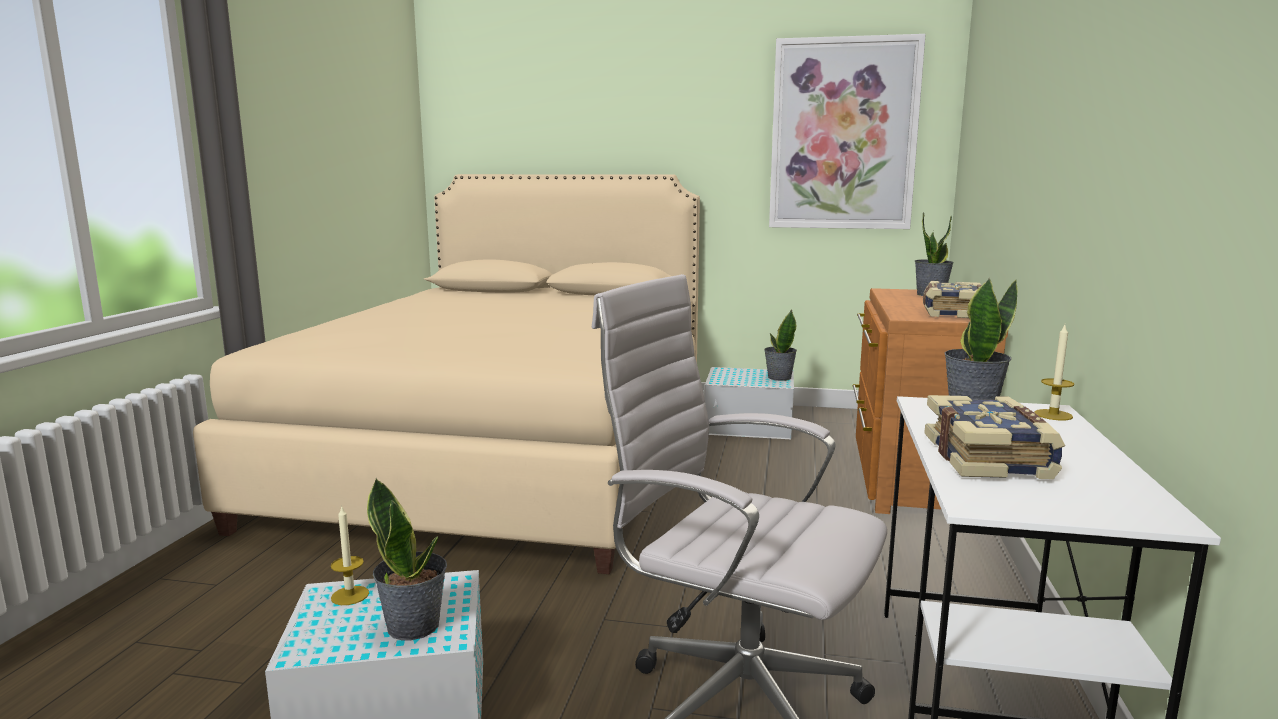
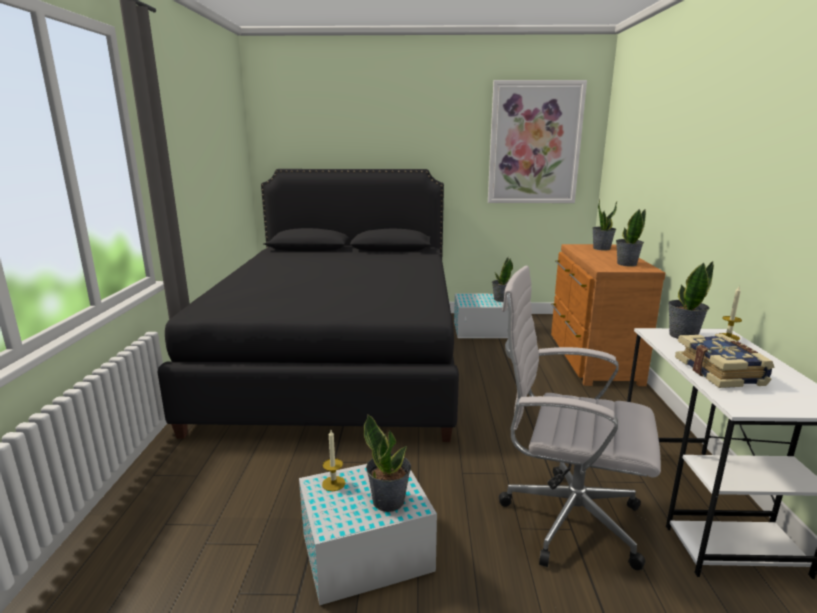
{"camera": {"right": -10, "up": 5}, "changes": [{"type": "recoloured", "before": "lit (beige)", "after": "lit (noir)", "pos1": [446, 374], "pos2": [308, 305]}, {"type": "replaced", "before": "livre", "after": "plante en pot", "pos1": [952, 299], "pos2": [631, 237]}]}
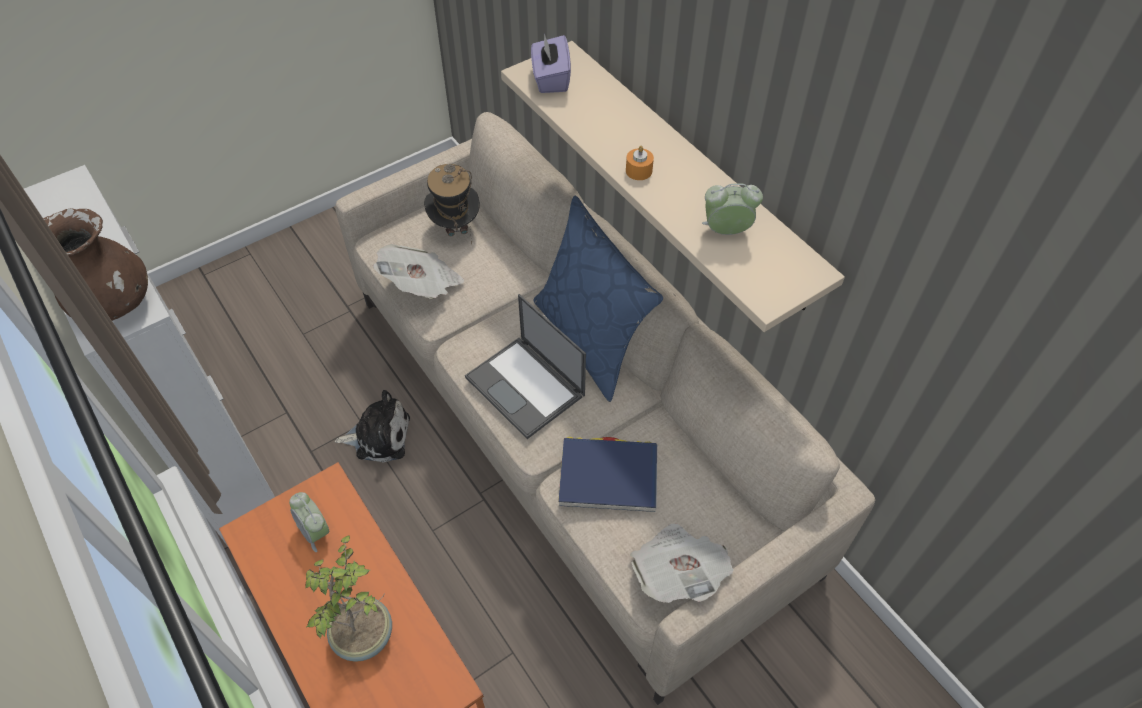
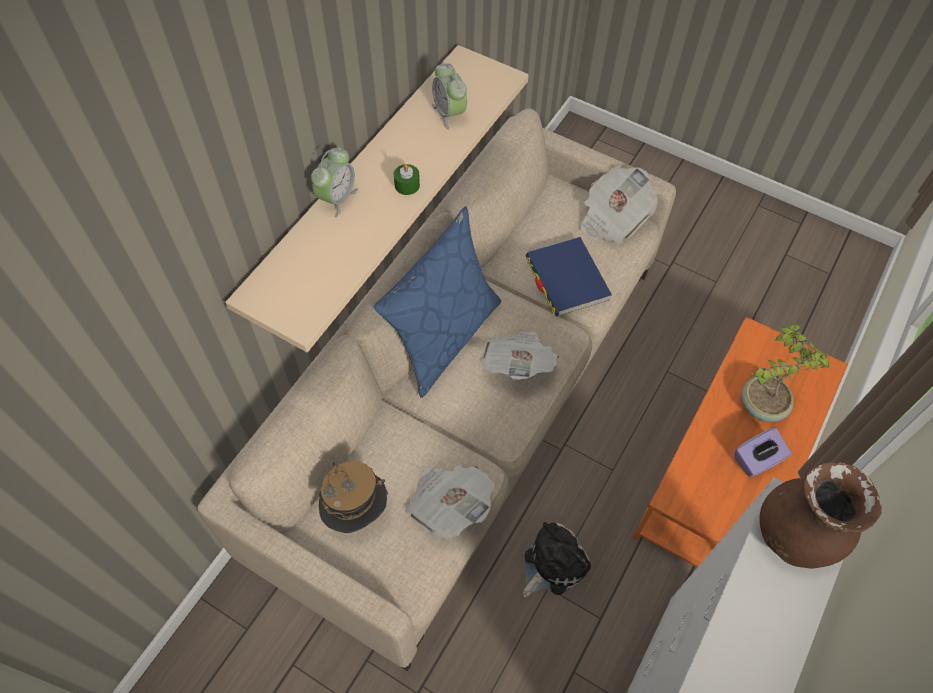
{"camera": {"right": -115, "up": 5}, "changes": [{"type": "moved", "before": "boîte à mouchoirs (violet)", "pos1": [551, 63], "pos2": [762, 452]}, {"type": "recoloured", "before": "bougie (orange)", "after": "bougie (vert)", "pos1": [640, 163], "pos2": [407, 179]}, {"type": "replaced", "before": "ordinateur portable", "after": "journal", "pos1": [525, 366], "pos2": [520, 355]}, {"type": "turned", "before": "peluche", "pos1": [372, 426], "pos2": [557, 559], "turn": 75}, {"type": "moved", "before": "réveil", "pos1": [309, 522], "pos2": [334, 182]}]}
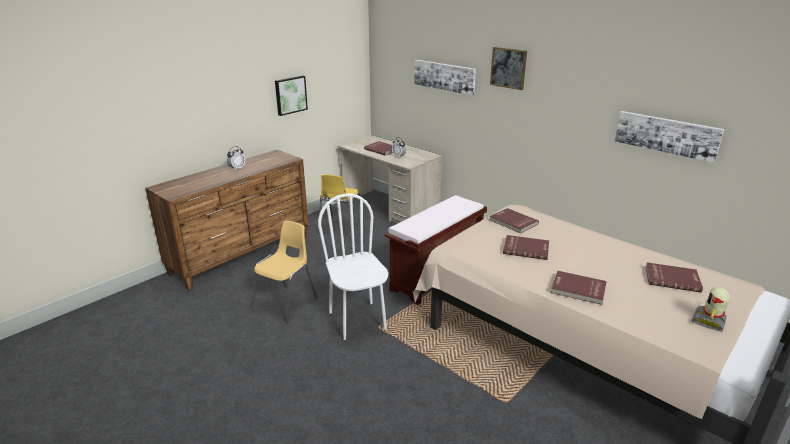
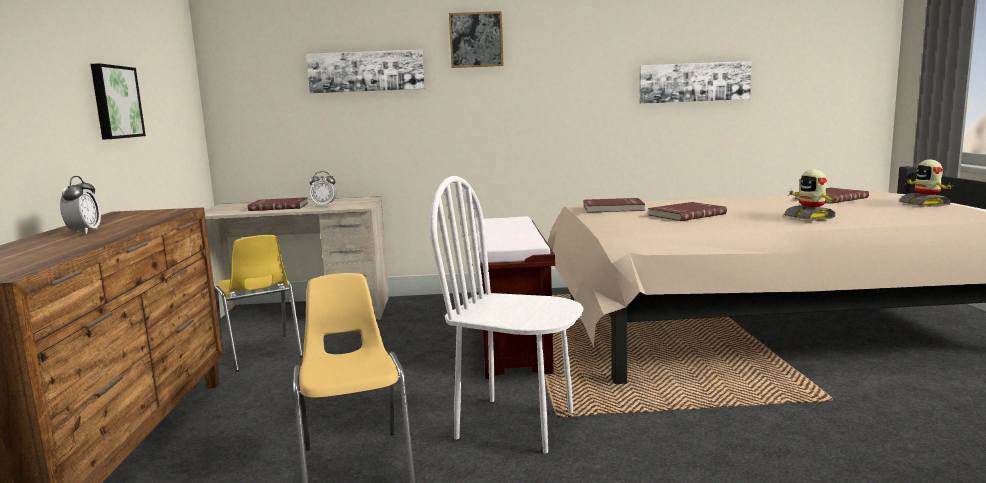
{"camera": {"right": -45, "up": -15}, "changes": [{"type": "replaced", "before": "livre (rouge)", "after": "robot jouet", "pos1": [579, 288], "pos2": [812, 195]}]}
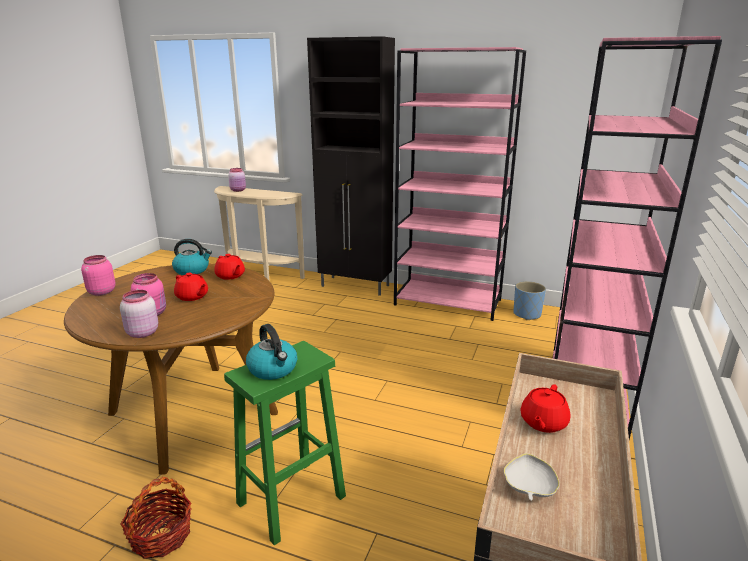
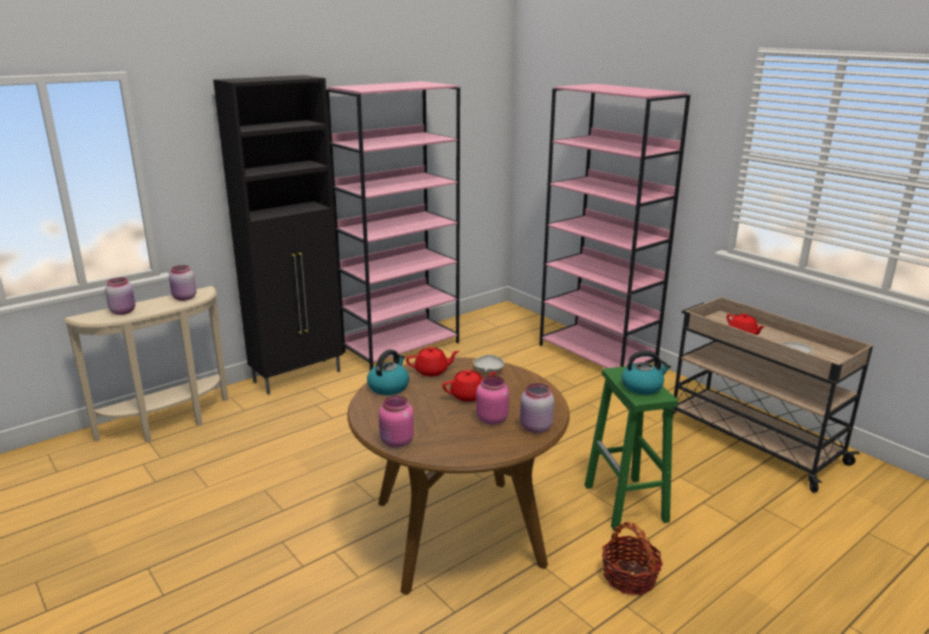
{"camera": {"right": -60, "up": 0}, "changes": [{"type": "removed", "before": "cache-pot (bleu)", "pos1": [530, 300]}, {"type": "added", "after": "bocal (rose)", "pos2": [183, 283]}, {"type": "added", "after": "bol (blanc)", "pos2": [488, 363]}]}
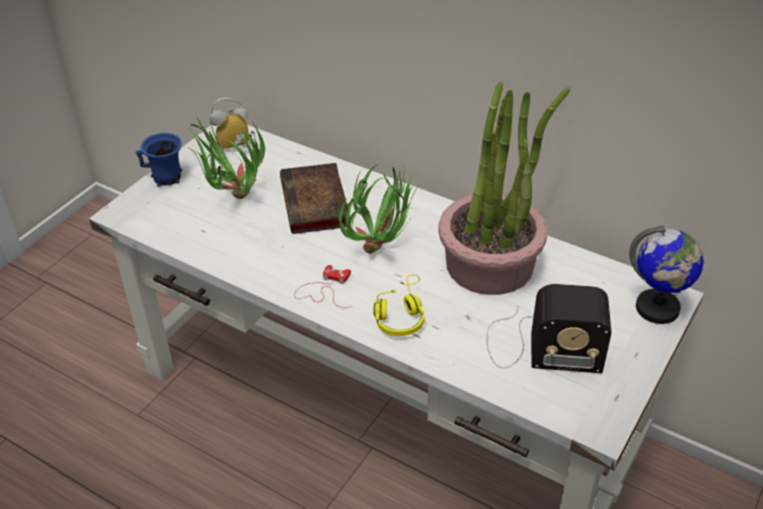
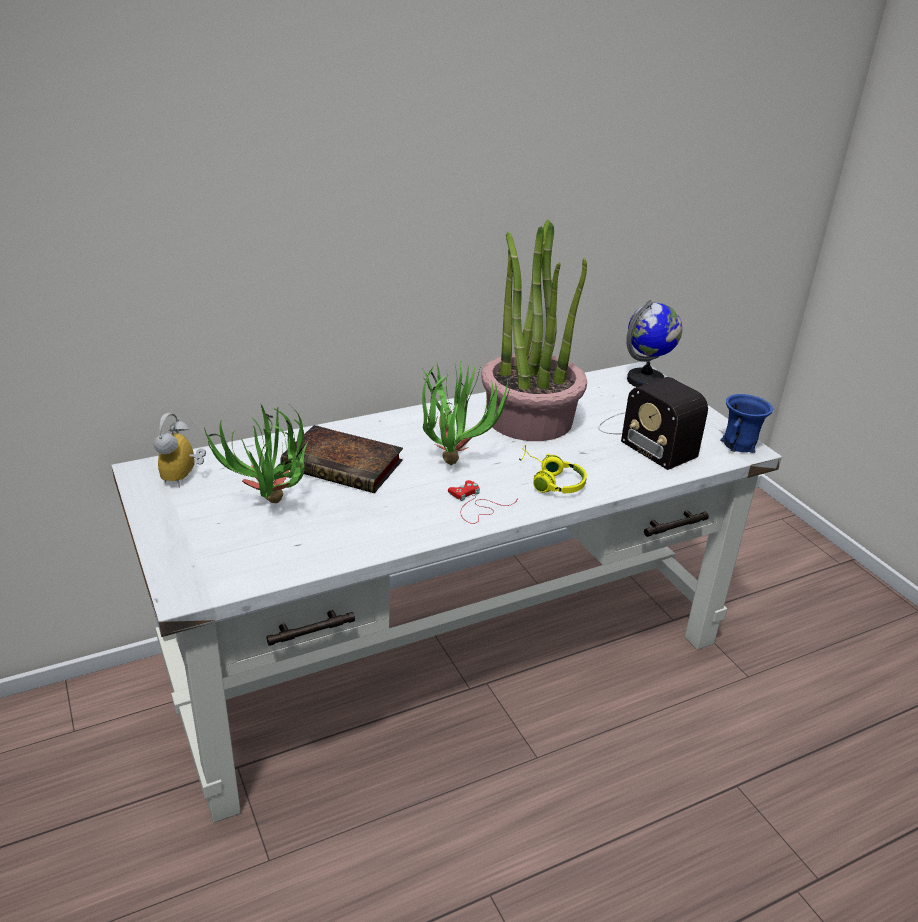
{"camera": {"right": -60, "up": -10}, "changes": [{"type": "moved", "before": "mug (bleu)", "pos1": [159, 160], "pos2": [746, 423]}, {"type": "turned", "before": "radio", "pos1": [548, 328], "pos2": [653, 423], "turn": 105}]}
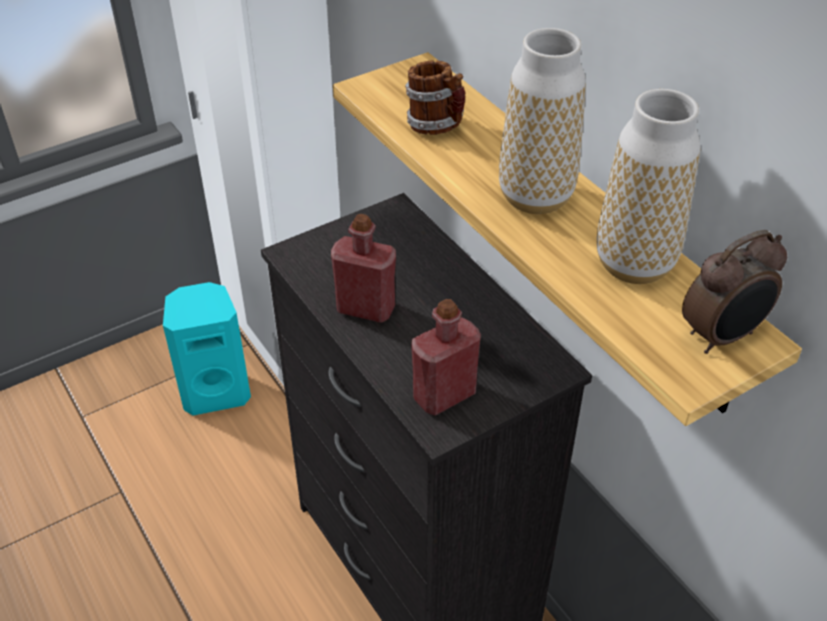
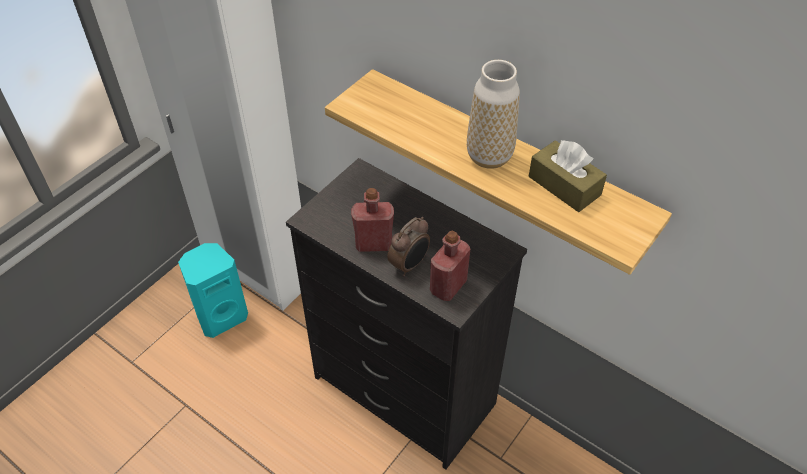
{"camera": {"right": -20, "up": 5}, "changes": [{"type": "removed", "before": "mug", "pos1": [435, 97]}, {"type": "replaced", "before": "vase", "after": "boîte à mouchoirs (marron)", "pos1": [649, 186], "pos2": [568, 176]}, {"type": "moved", "before": "réveil", "pos1": [734, 292], "pos2": [408, 246]}]}
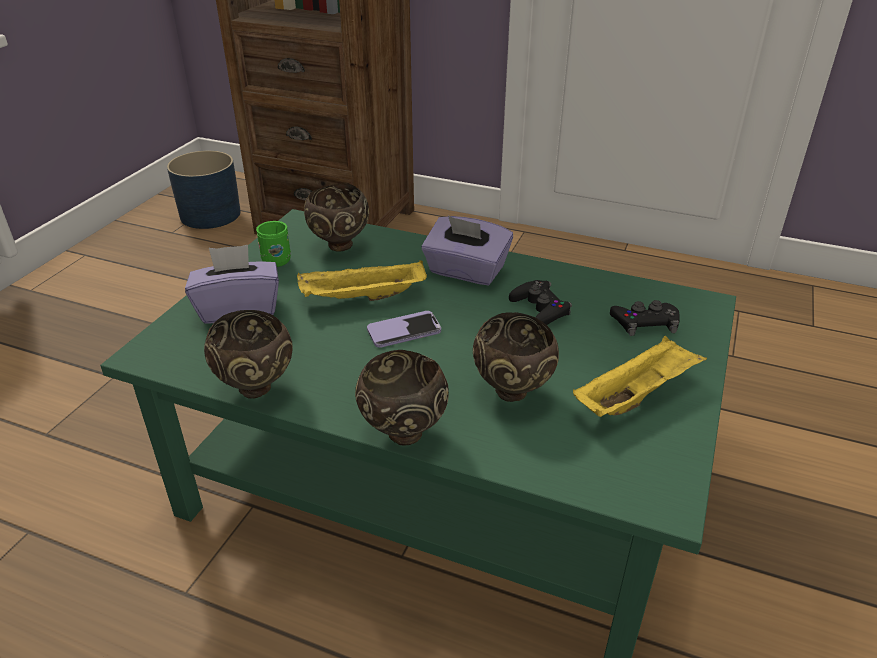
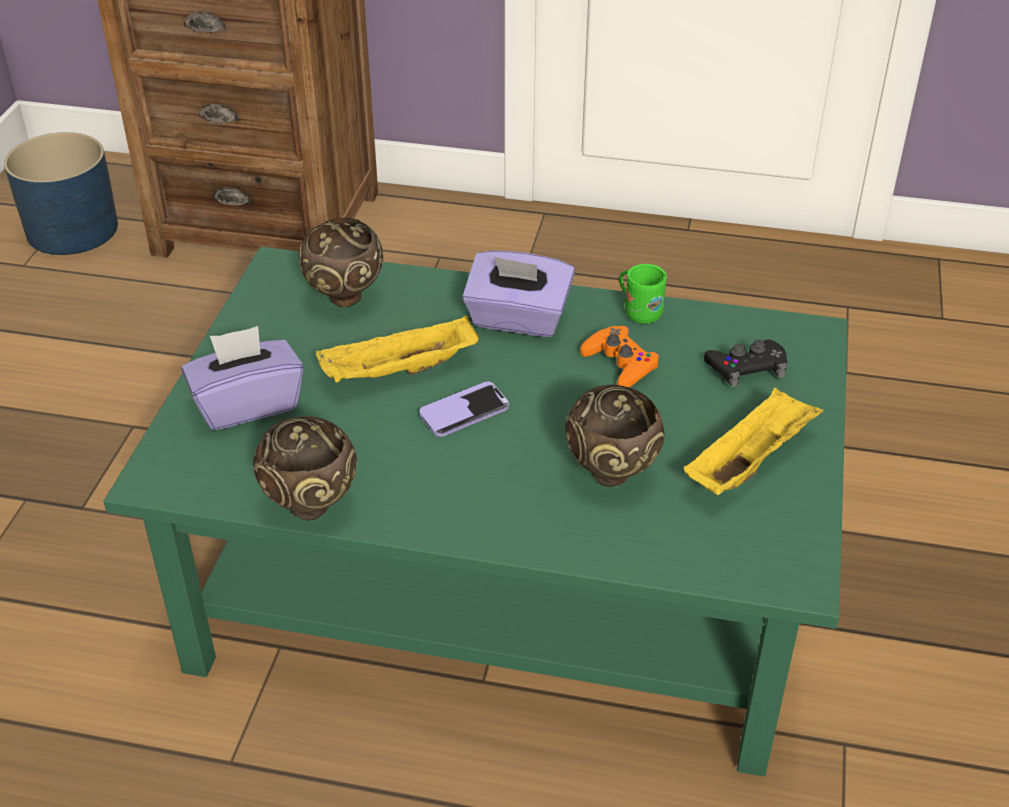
{"camera": {"right": -10, "up": 5}, "changes": [{"type": "moved", "before": "mug (vert)", "pos1": [273, 244], "pos2": [643, 294]}, {"type": "recoloured", "before": "manette (noir)", "after": "manette (orange)", "pos1": [540, 302], "pos2": [620, 356]}, {"type": "removed", "before": "bol (marron)", "pos1": [402, 398]}]}
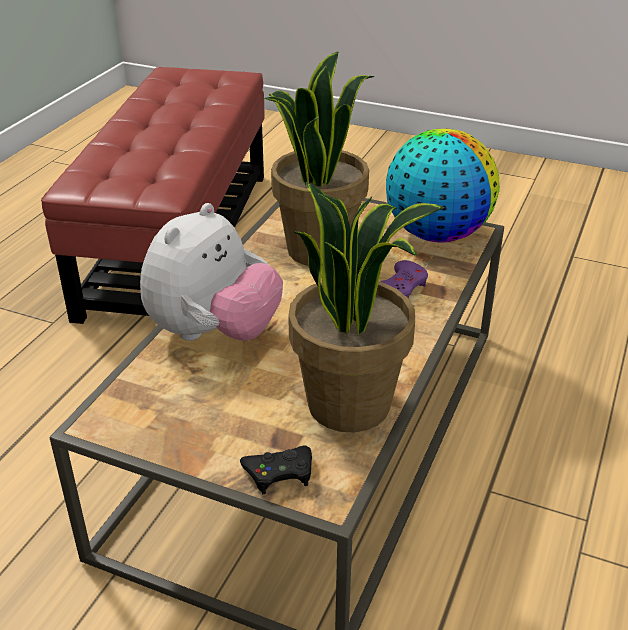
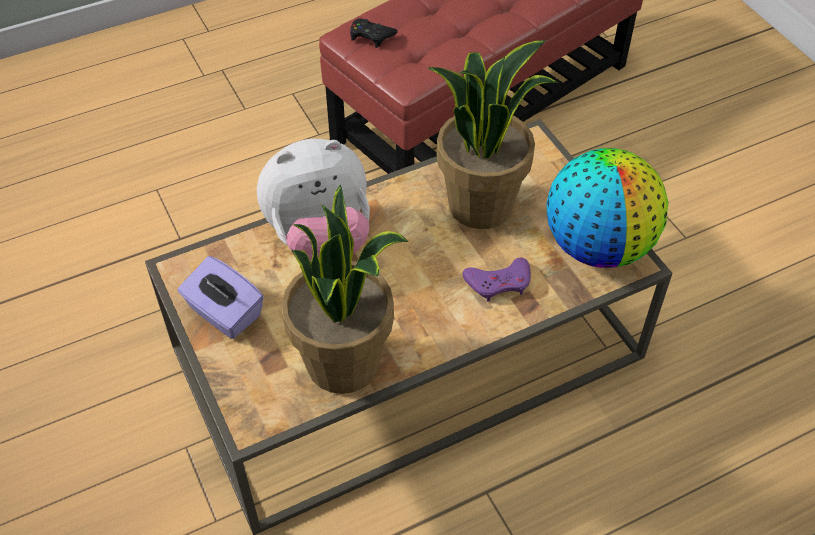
{"camera": {"right": 40, "up": 15}, "changes": [{"type": "moved", "before": "manette (noir)", "pos1": [276, 469], "pos2": [374, 33]}, {"type": "added", "after": "boîte à mouchoirs (violet)", "pos2": [221, 297]}]}
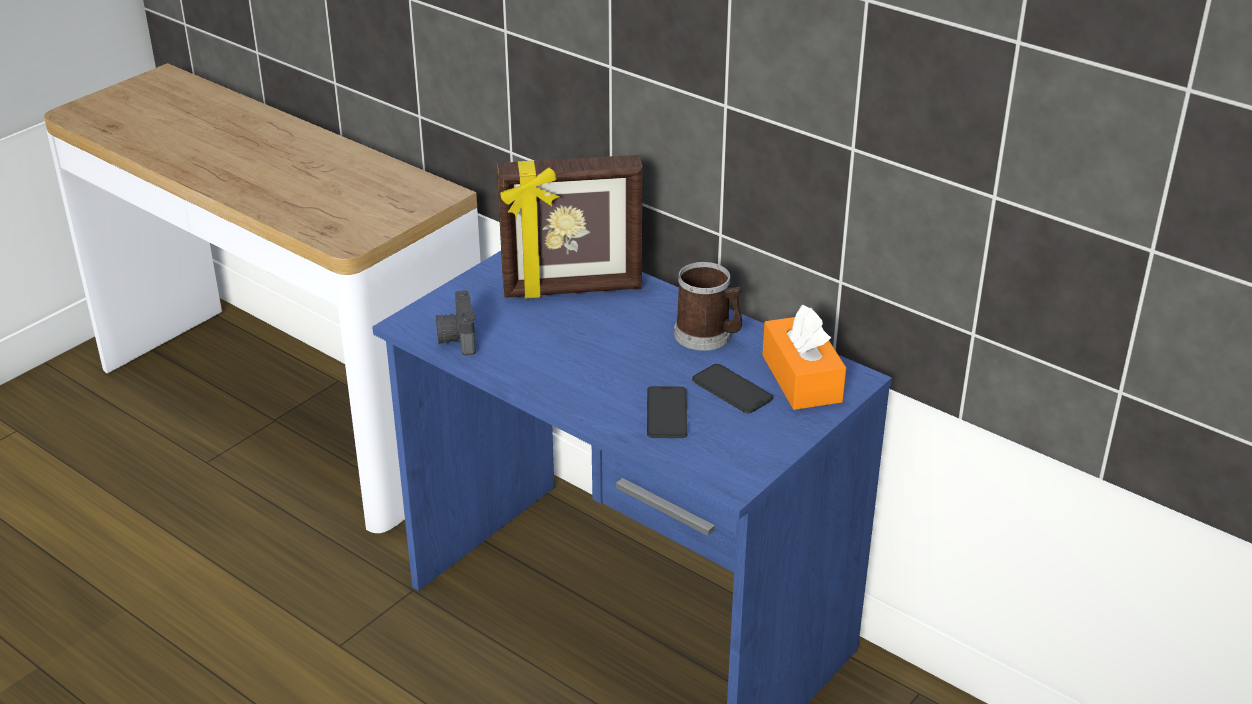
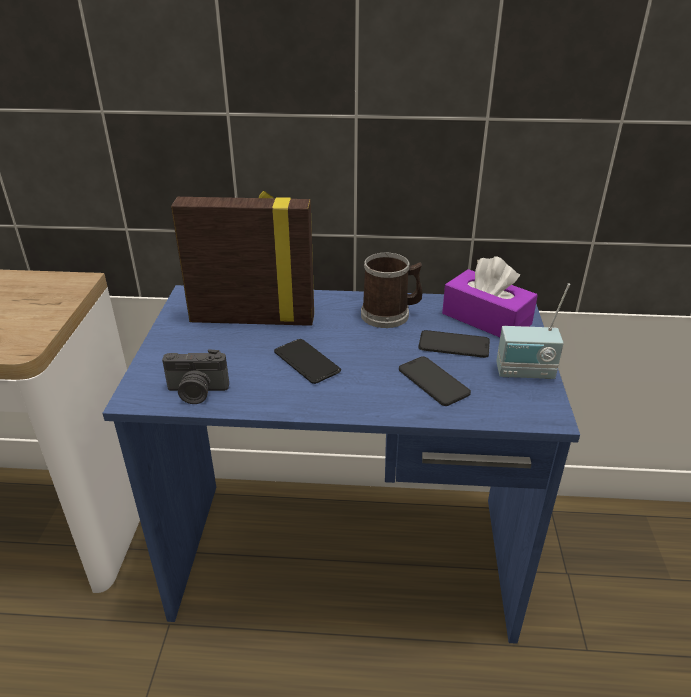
{"camera": {"right": -35, "up": 0}, "changes": [{"type": "turned", "before": "cadre photo", "pos1": [570, 227], "pos2": [242, 258], "turn": -135}, {"type": "turned", "before": "appareil photo", "pos1": [456, 323], "pos2": [195, 376], "turn": -45}, {"type": "recoloured", "before": "boîte à mouchoirs (orange)", "after": "boîte à mouchoirs (violet)", "pos1": [804, 357], "pos2": [490, 296]}, {"type": "added", "after": "radio", "pos2": [533, 331]}, {"type": "added", "after": "téléphone", "pos2": [308, 361]}]}
